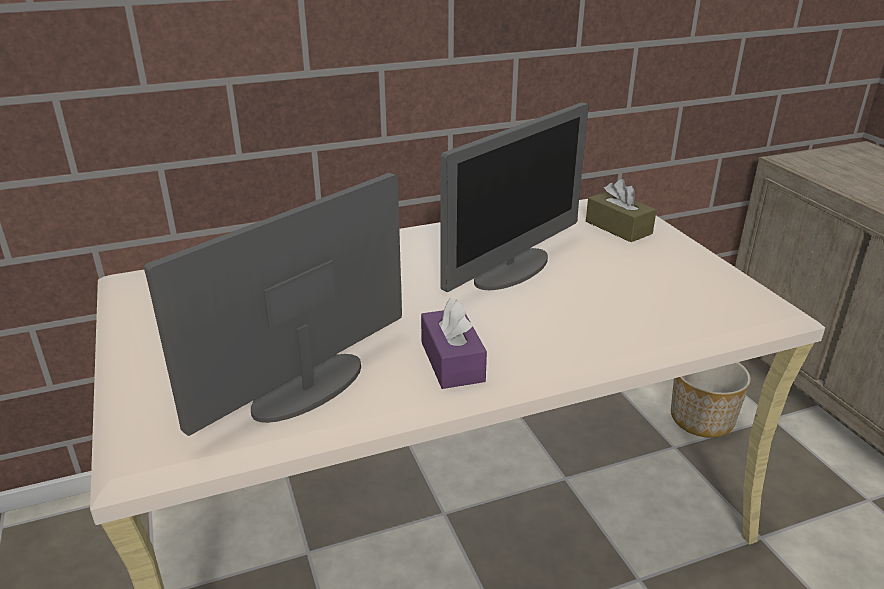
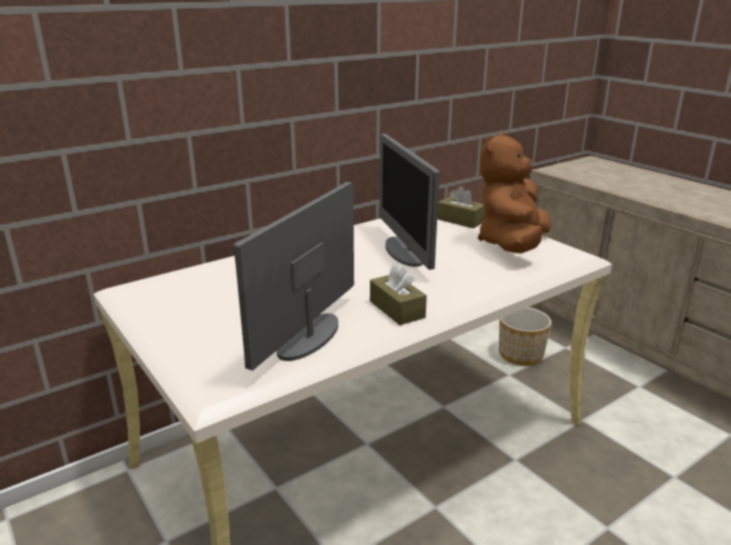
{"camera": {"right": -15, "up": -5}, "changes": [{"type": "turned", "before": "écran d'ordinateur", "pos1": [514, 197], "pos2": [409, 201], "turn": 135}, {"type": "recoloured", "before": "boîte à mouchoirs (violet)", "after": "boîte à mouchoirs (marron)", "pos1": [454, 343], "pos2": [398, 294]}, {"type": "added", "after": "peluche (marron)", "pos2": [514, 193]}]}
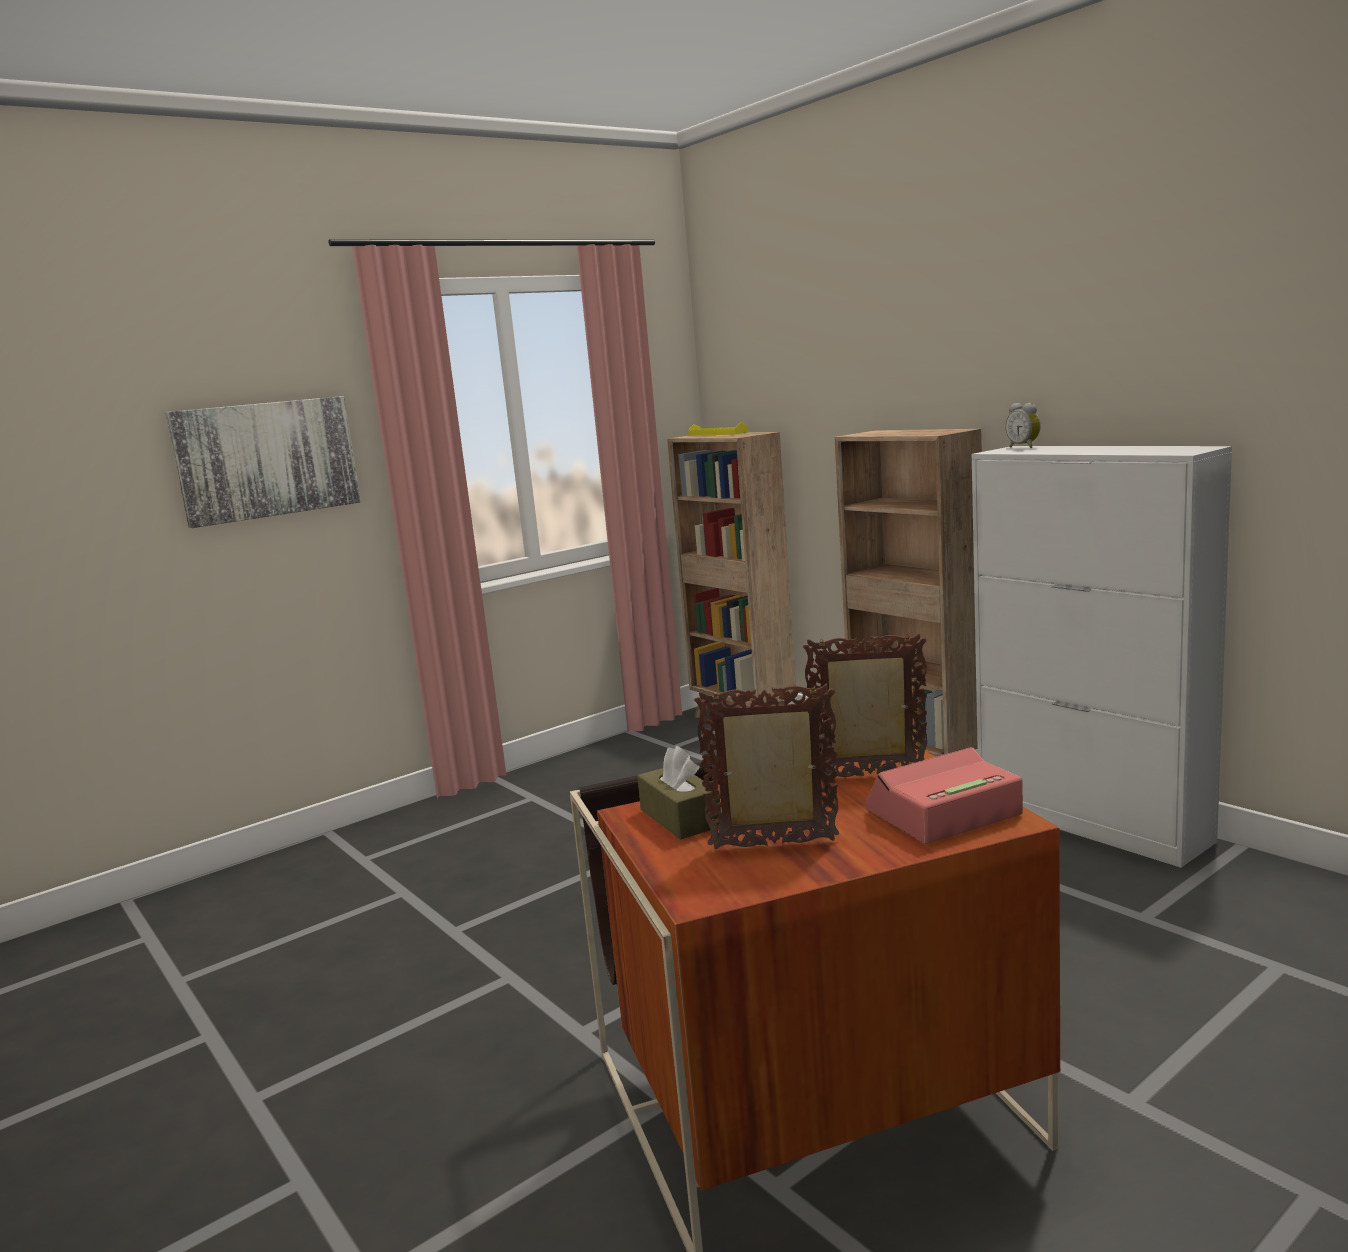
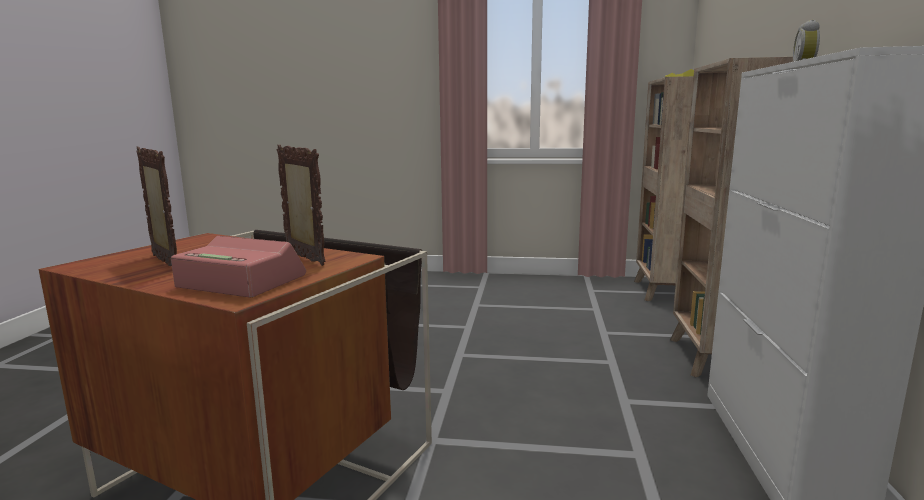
{"camera": {"right": 45, "up": 0}, "changes": [{"type": "removed", "before": "tableau", "pos1": [263, 462]}, {"type": "removed", "before": "boîte à mouchoirs (marron)", "pos1": [679, 792]}]}
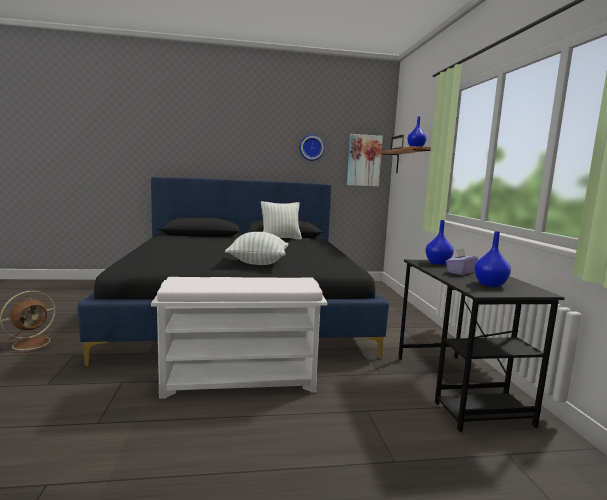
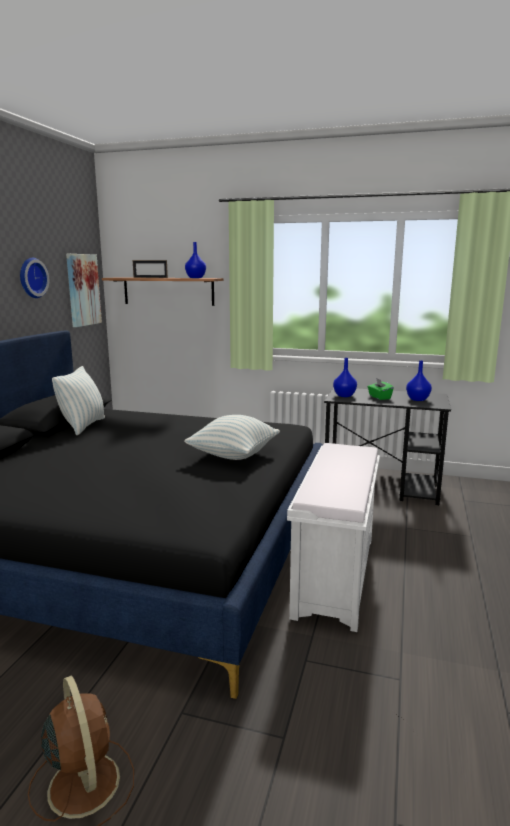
{"camera": {"right": -65, "up": 5}, "changes": [{"type": "recoloured", "before": "boîte à mouchoirs (violet)", "after": "boîte à mouchoirs (vert)", "pos1": [462, 261], "pos2": [381, 389]}]}
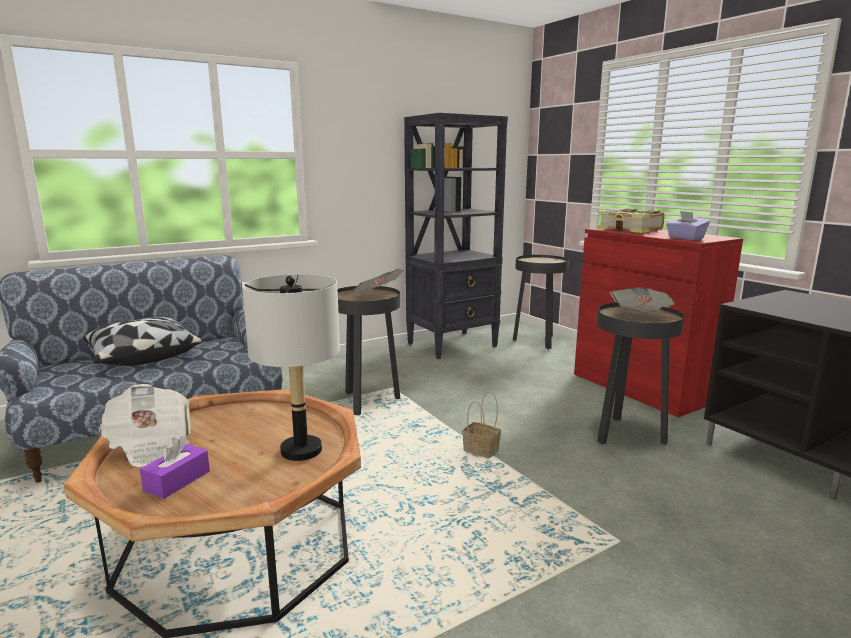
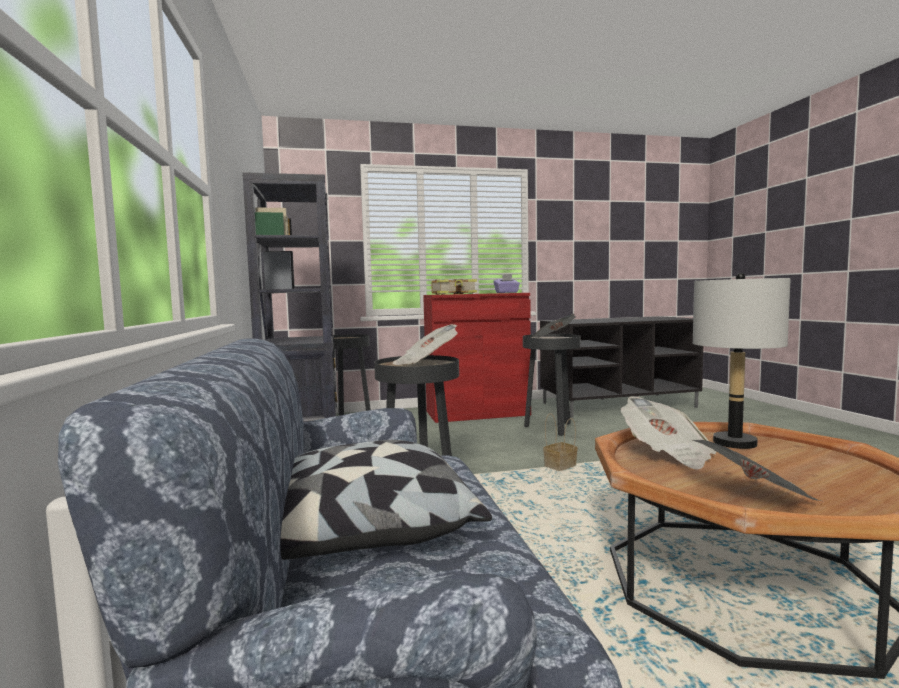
{"camera": {"right": -70, "up": -10}, "changes": [{"type": "removed", "before": "boîte à mouchoirs (violet)", "pos1": [175, 468]}, {"type": "added", "after": "journal", "pos2": [669, 433]}]}
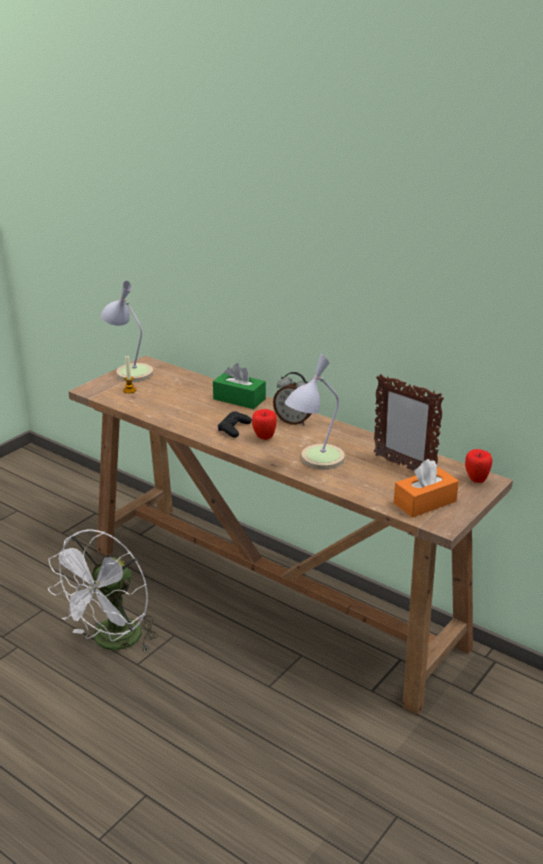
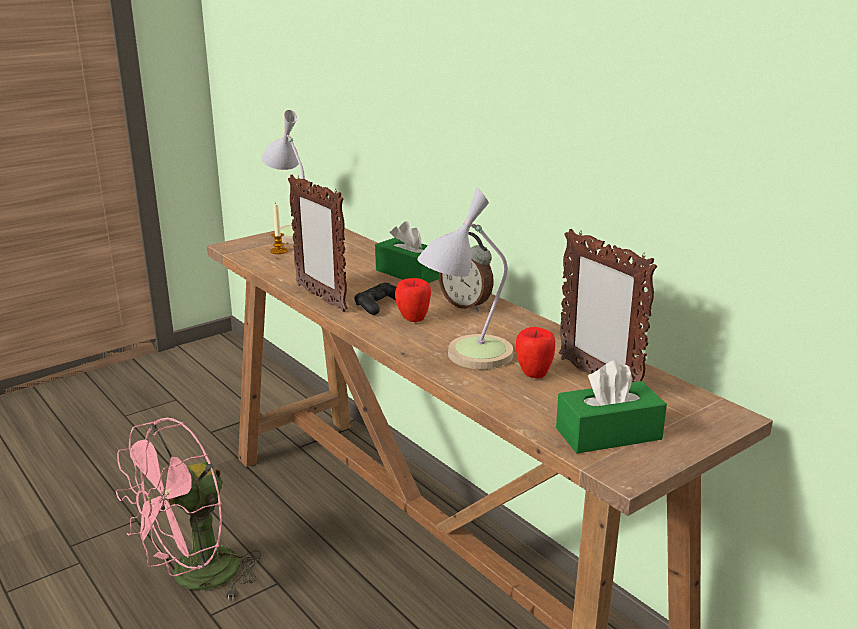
{"camera": {"right": 15, "up": -5}, "changes": [{"type": "moved", "before": "pomme", "pos1": [478, 466], "pos2": [535, 353]}, {"type": "recoloured", "before": "boîte à mouchoirs (orange)", "after": "boîte à mouchoirs (vert)", "pos1": [426, 488], "pos2": [611, 406]}, {"type": "recoloured", "before": "ventilateur (blanc)", "after": "ventilateur (rose)", "pos1": [103, 590], "pos2": [188, 509]}, {"type": "added", "after": "cadre photo", "pos2": [318, 243]}]}
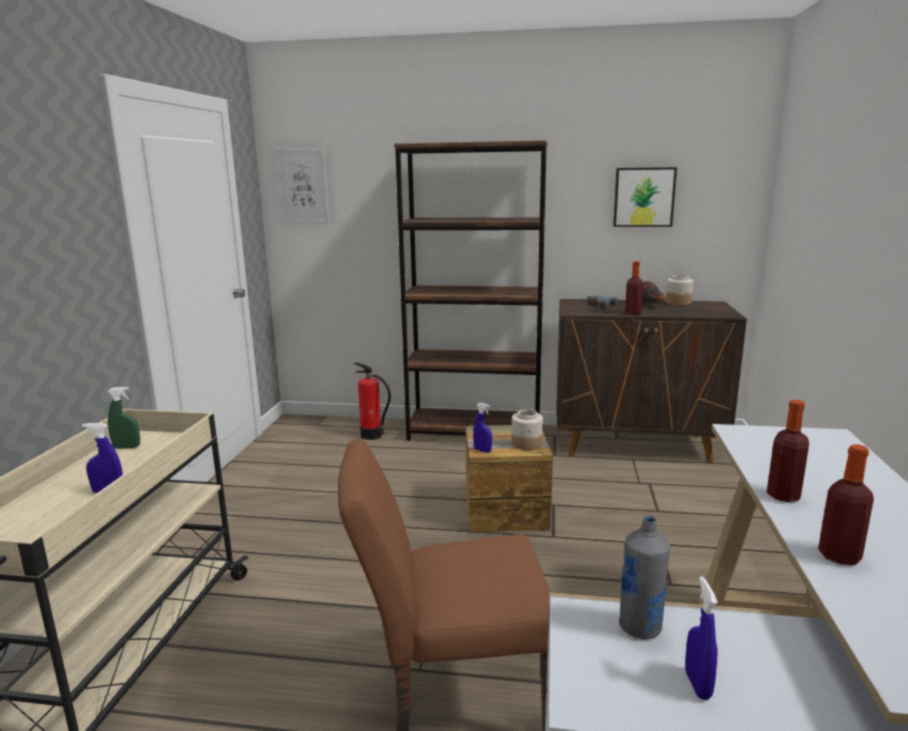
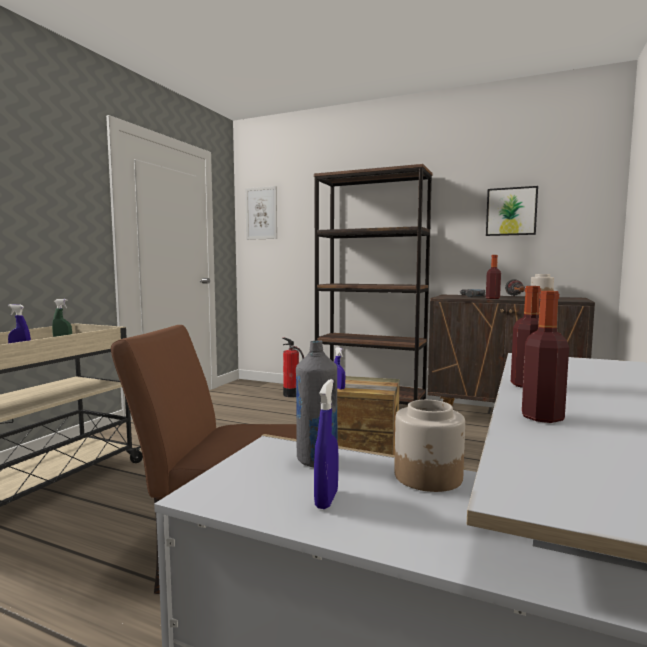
{"camera": {"right": 15, "up": -10}, "changes": [{"type": "moved", "before": "bocal", "pos1": [527, 429], "pos2": [429, 446]}]}
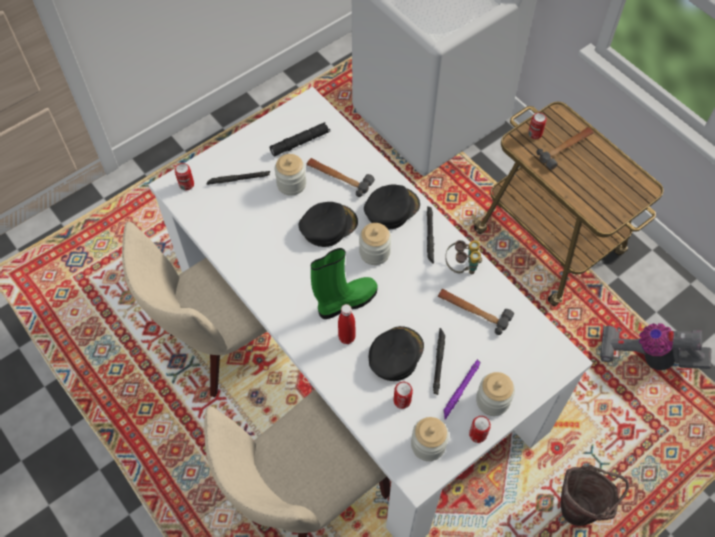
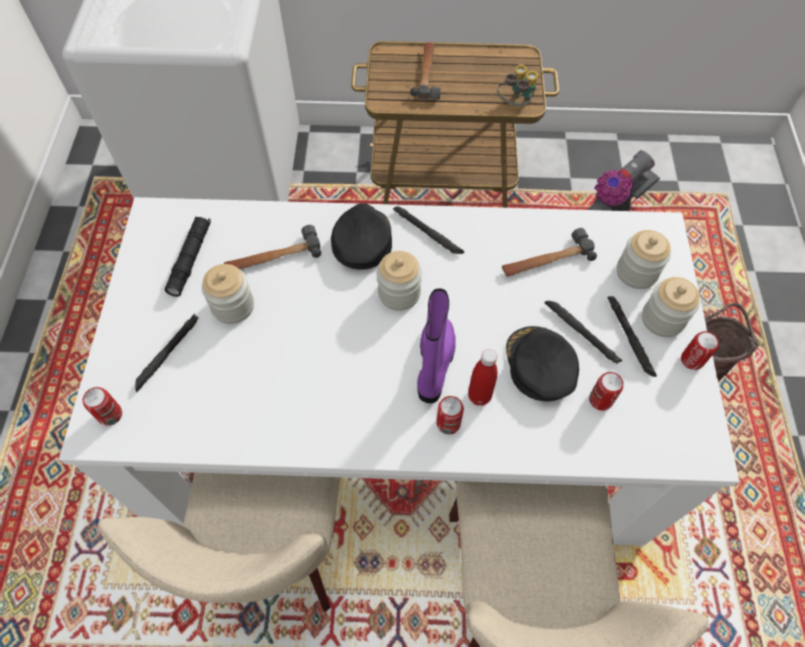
{"camera": {"right": -50, "up": 0}, "changes": [{"type": "moved", "before": "boîte métallique", "pos1": [537, 125], "pos2": [450, 415]}, {"type": "removed", "before": "casquette (noir)", "pos1": [328, 224]}, {"type": "moved", "before": "jumelles", "pos1": [463, 257], "pos2": [517, 85]}, {"type": "recoloured", "before": "botte (vert)", "after": "botte (violet)", "pos1": [344, 283], "pos2": [436, 345]}, {"type": "recoloured", "before": "lampe de poche (violet)", "after": "lampe de poche (noir)", "pos1": [462, 389], "pos2": [632, 336]}, {"type": "moved", "before": "bocal", "pos1": [430, 439], "pos2": [644, 259]}]}
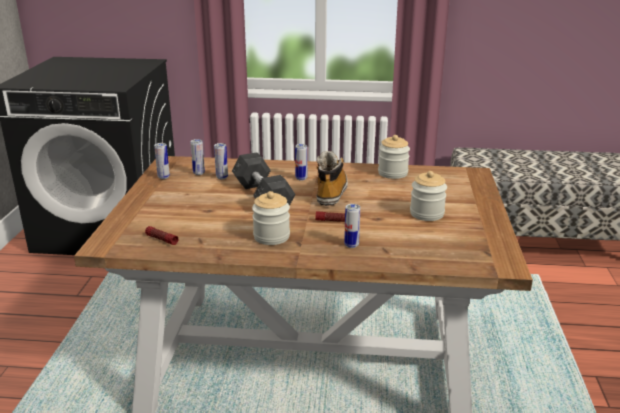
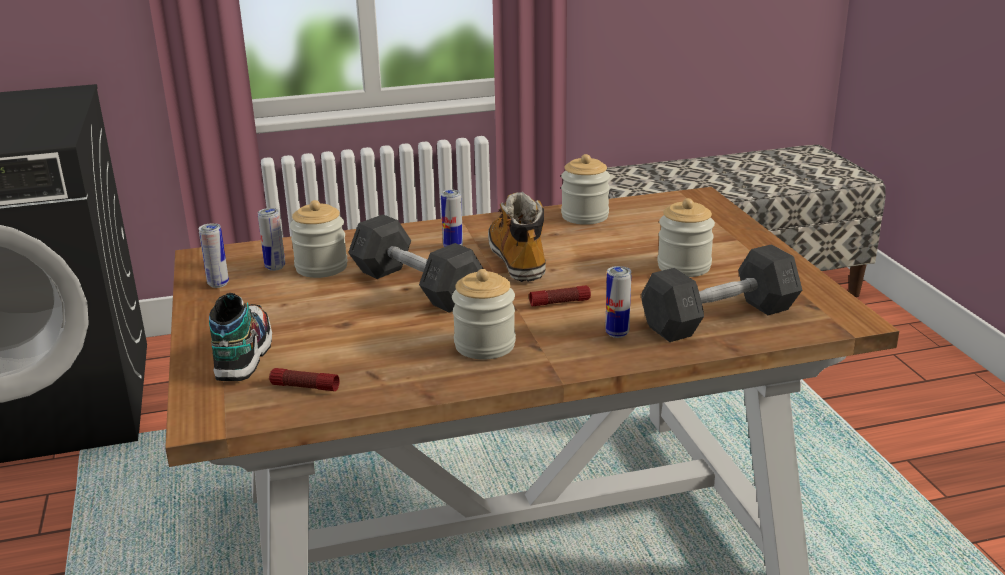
{"camera": {"right": -20, "up": 0}, "changes": [{"type": "replaced", "before": "boîte métallique", "after": "bocal", "pos1": [221, 161], "pos2": [319, 239]}, {"type": "added", "after": "haltère (gris)", "pos2": [721, 293]}, {"type": "added", "after": "chaussure", "pos2": [240, 337]}]}
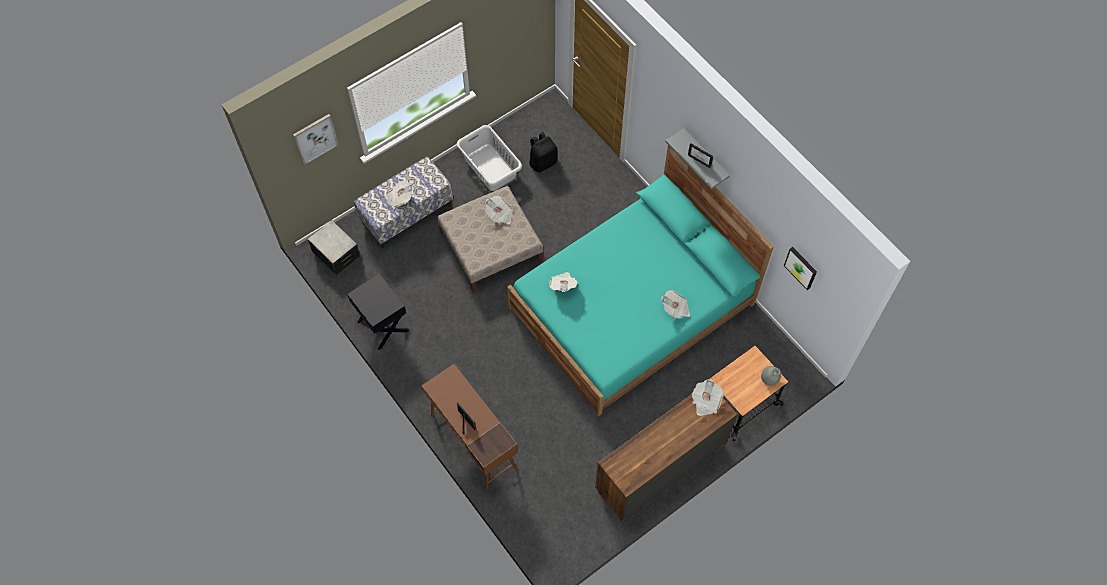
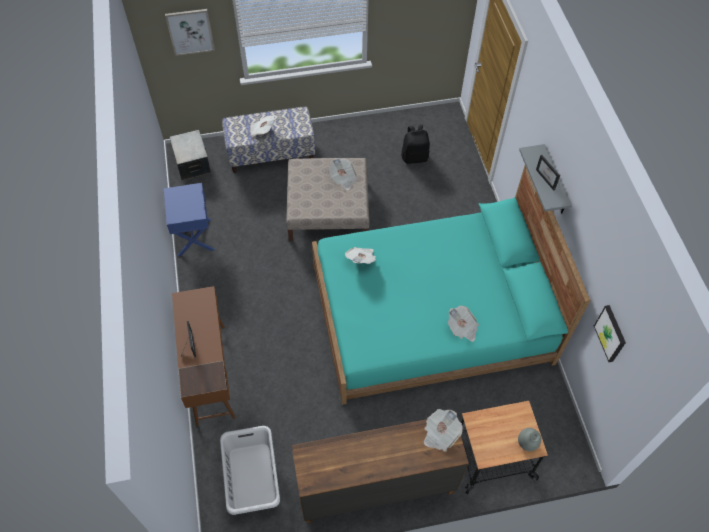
{"camera": {"right": 25, "up": -5}, "changes": [{"type": "moved", "before": "panier à linge (gris)", "pos1": [489, 158], "pos2": [250, 470]}, {"type": "recoloured", "before": "table de chevet (noir)", "after": "table de chevet (bleu)", "pos1": [378, 312], "pos2": [189, 219]}]}
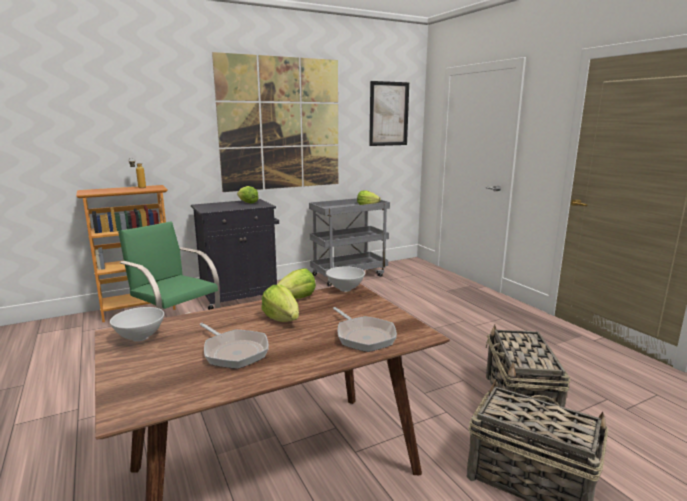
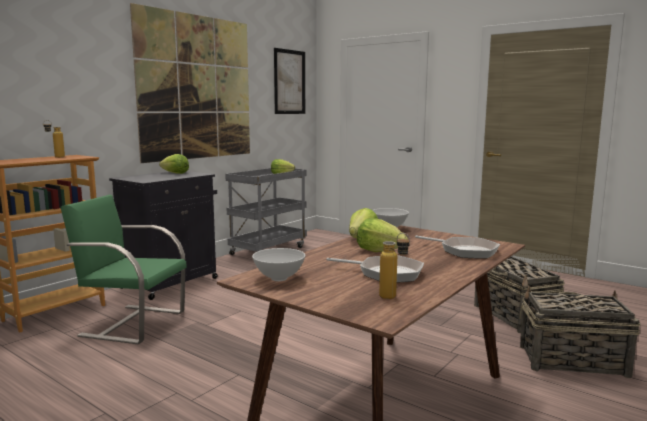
{"camera": {"right": -25, "up": -5}, "changes": [{"type": "added", "after": "bouteille", "pos2": [394, 266]}]}
